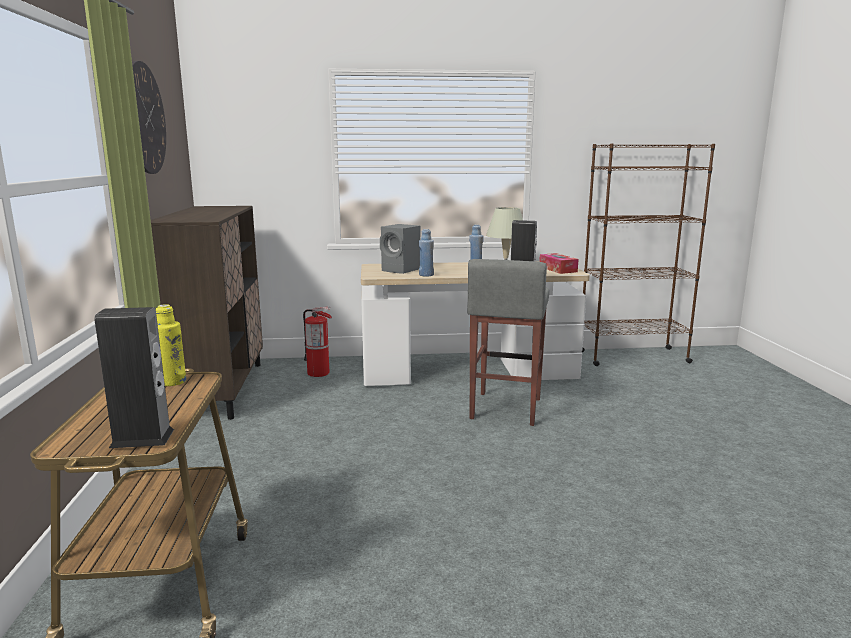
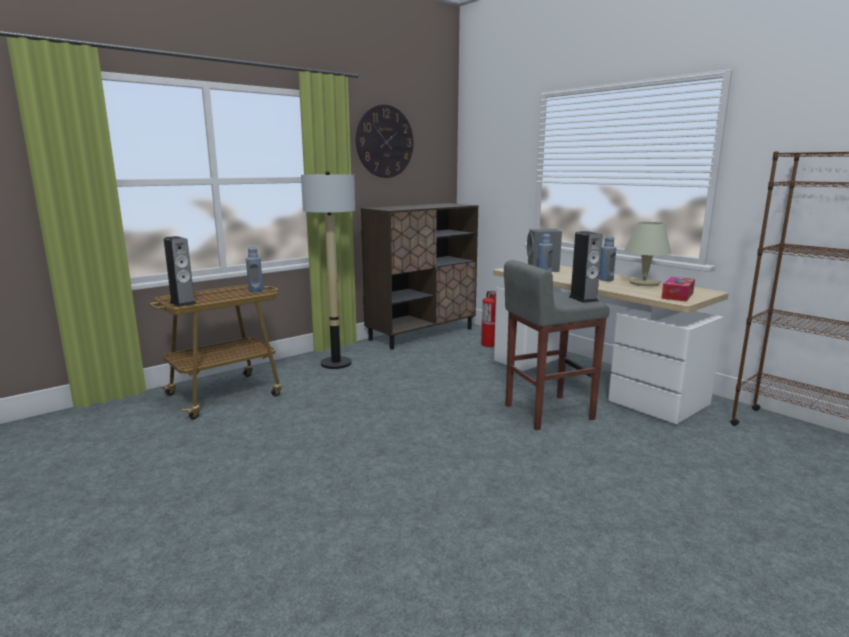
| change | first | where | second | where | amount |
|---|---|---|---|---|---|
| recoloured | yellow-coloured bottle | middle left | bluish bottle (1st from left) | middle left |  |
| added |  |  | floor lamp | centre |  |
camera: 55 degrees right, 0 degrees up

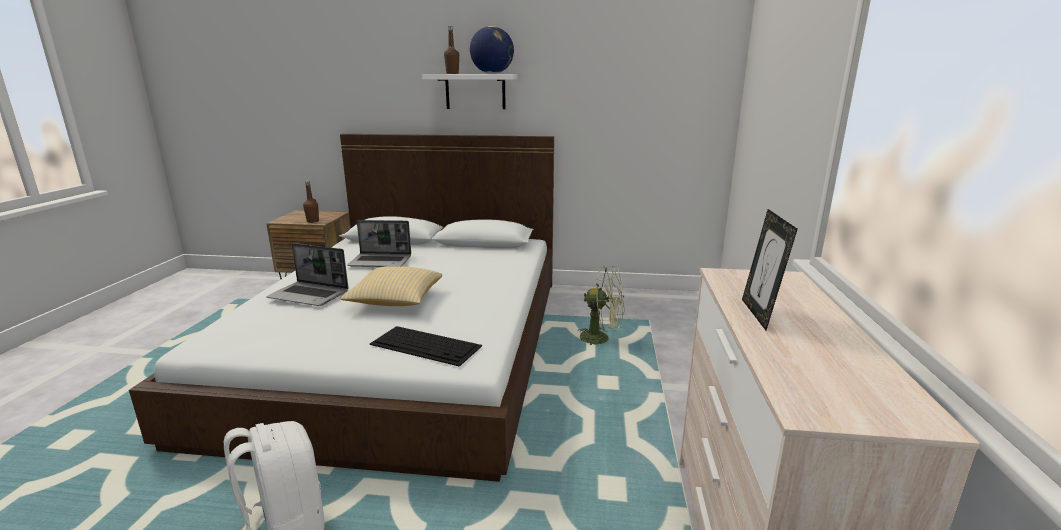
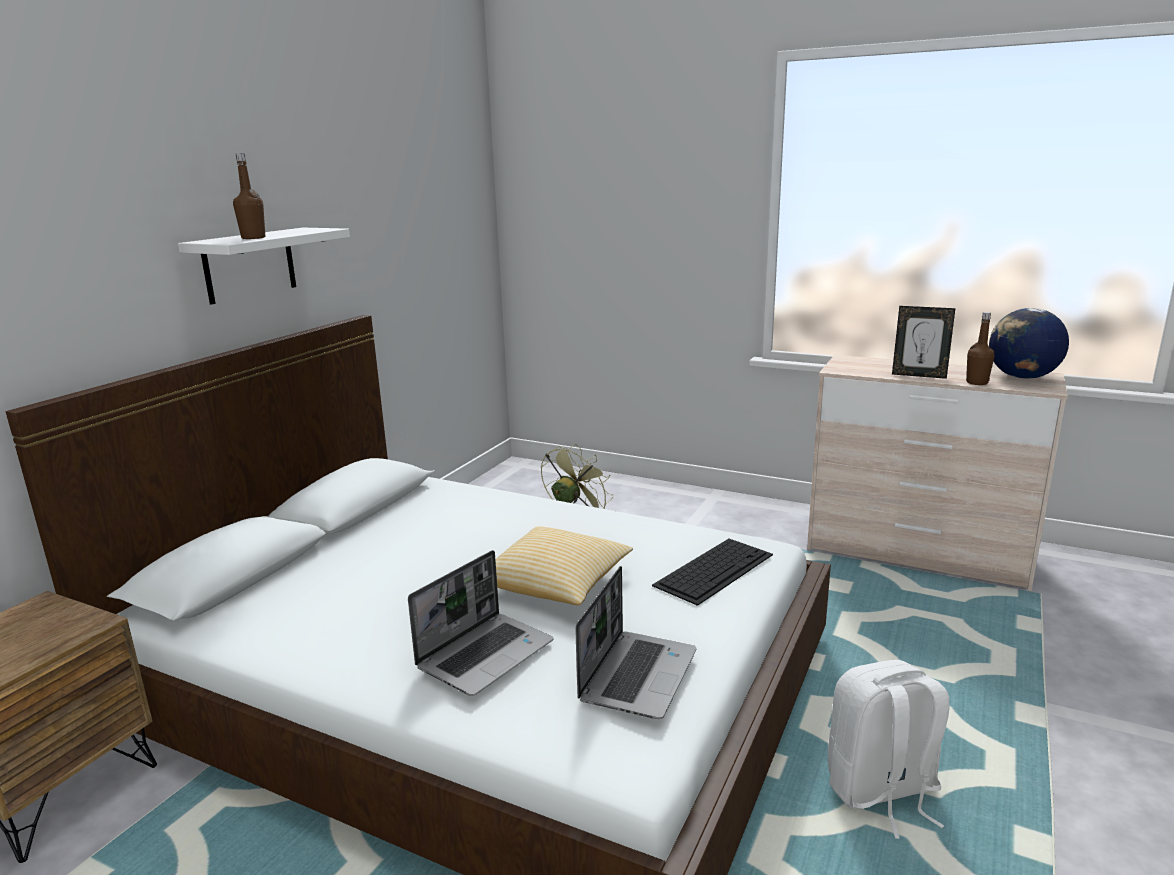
| change | first | where | second | where | amount |
|---|---|---|---|---|---|
| moved | desk globe | top centre |  | middle right |  |
| moved | brown-coloured bottle (1st from left in the first image) | middle left | brown-coloured bottle (2nd from left) | middle right |  |
| moved | portable computer (2nd from left) | centre |  | bottom centre |  |
camera: 70 degrees left, 0 degrees up

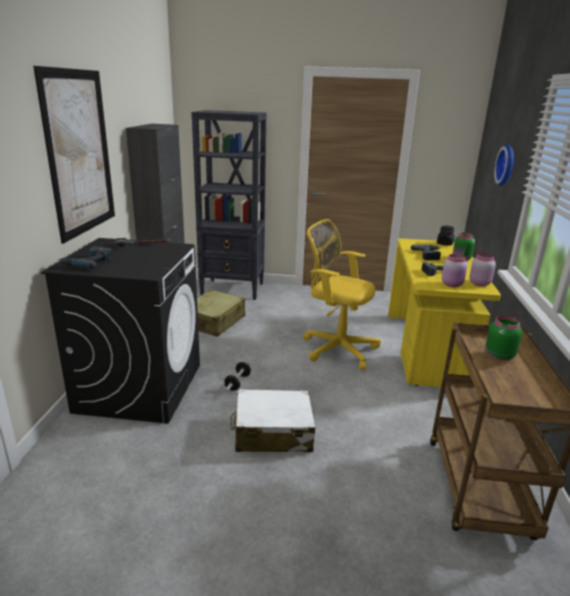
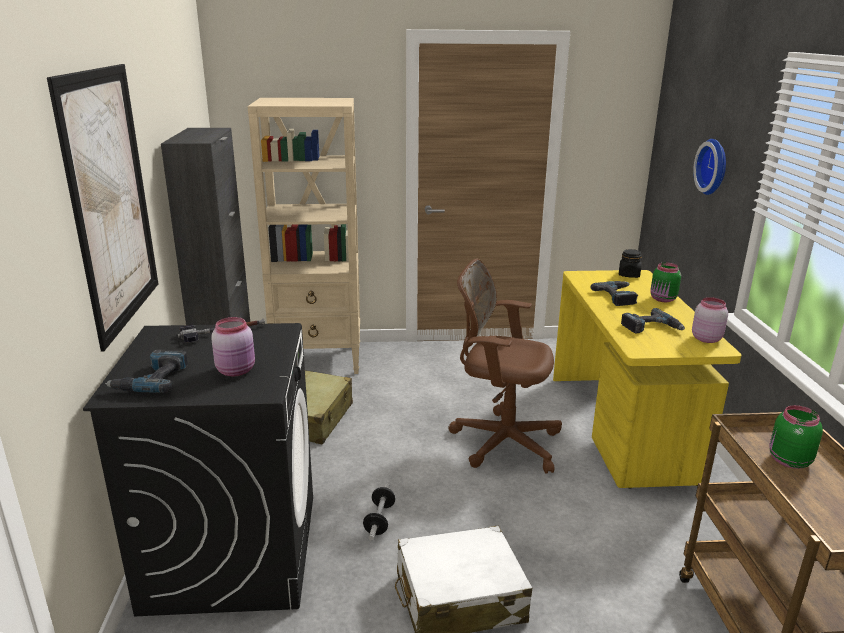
| change | first | where | second | where | amount |
|---|---|---|---|---|---|
| recoloured | black bookcase | centre | beige-coloured bookcase | centre |  |
| recoloured | yellow-coloured desk chair | centre | brown-coloured desk chair | centre |  |
| moved | pinkish storage jar (1st from left) | middle right |  | middle left |  |
camera: 10 degrees left, 0 degrees up

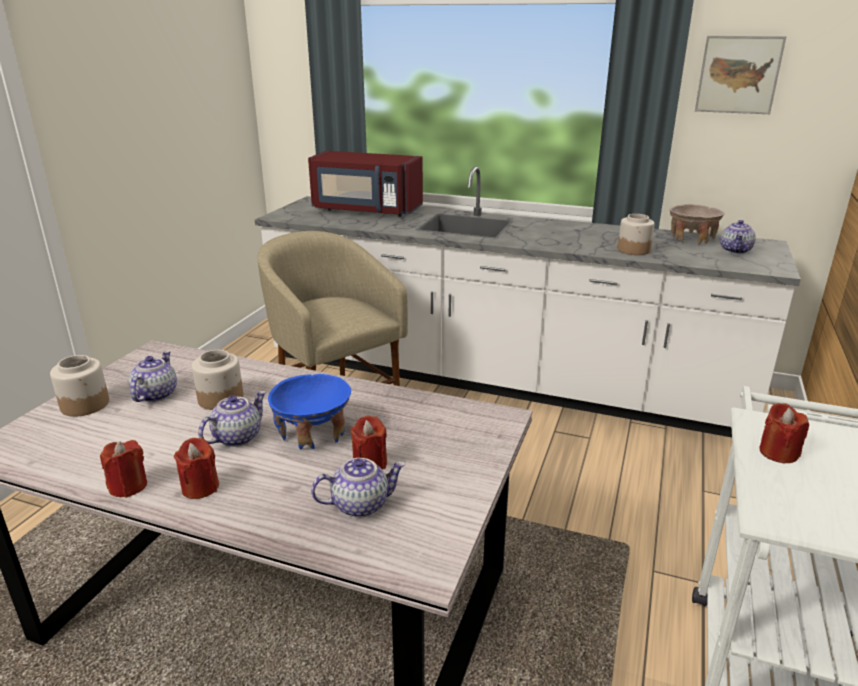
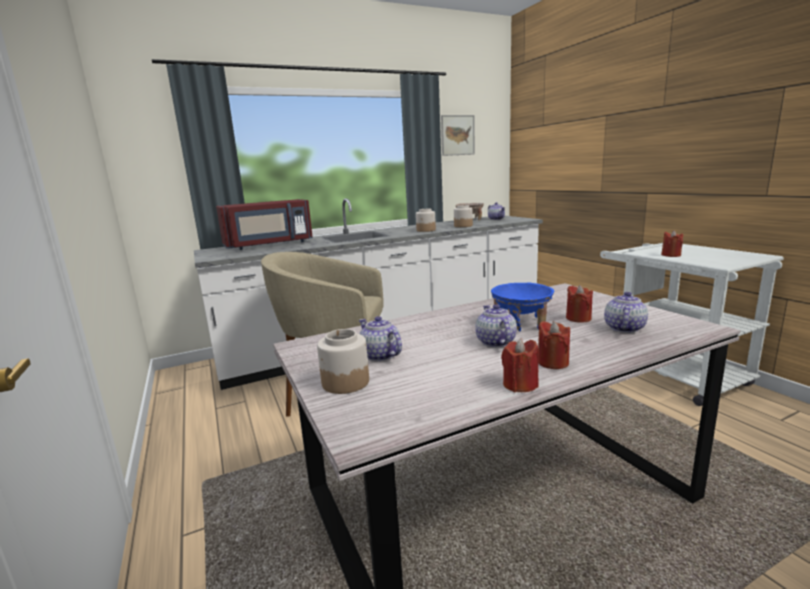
| change | first | where | second | where | amount |
|---|---|---|---|---|---|
| moved | storage jar (2nd from left) | middle left |  | centre |  |
camera: 45 degrees left, 10 degrees down

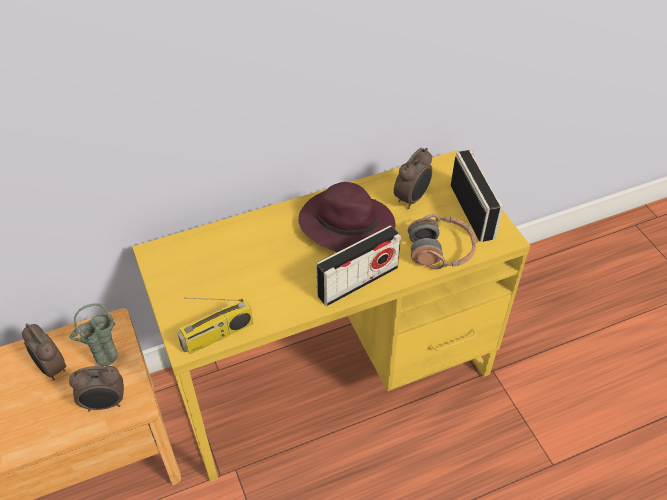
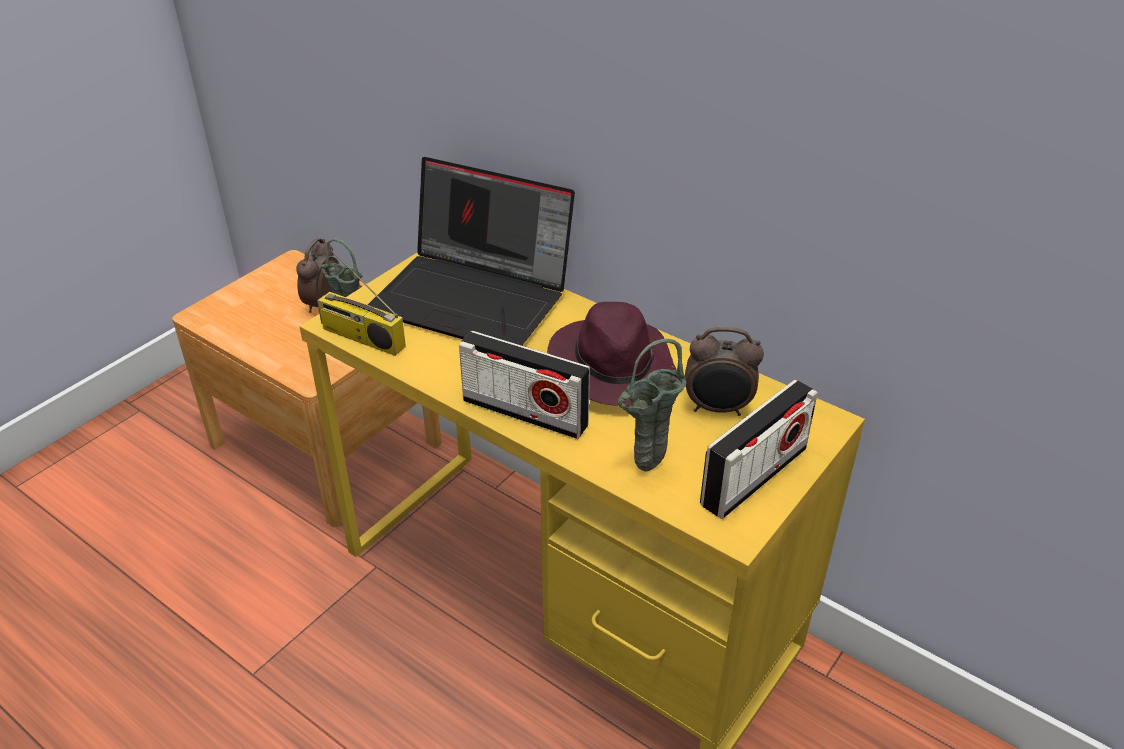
| change | first | where | second | where | amount |
|---|---|---|---|---|---|
| replaced | pair of headphones | centre | green-coloured vase (2nd from left) | centre |  |
| removed | alarm clock (2nd from left) | bottom left |  |  |  |
| added |  |  | portable computer | centre |  |
camera: 60 degrees right, 10 degrees down

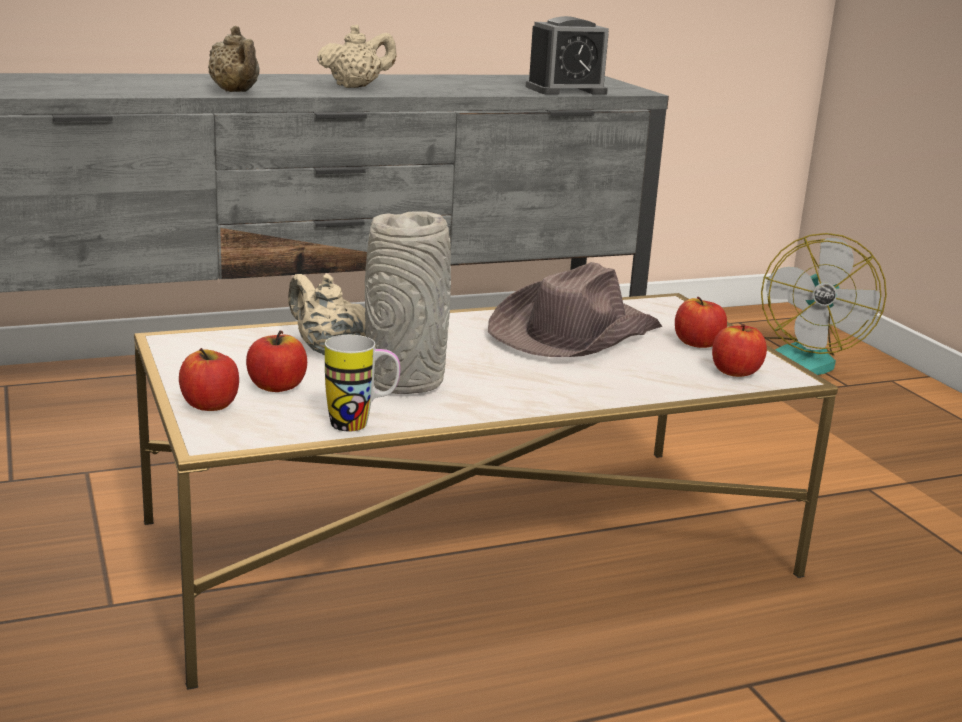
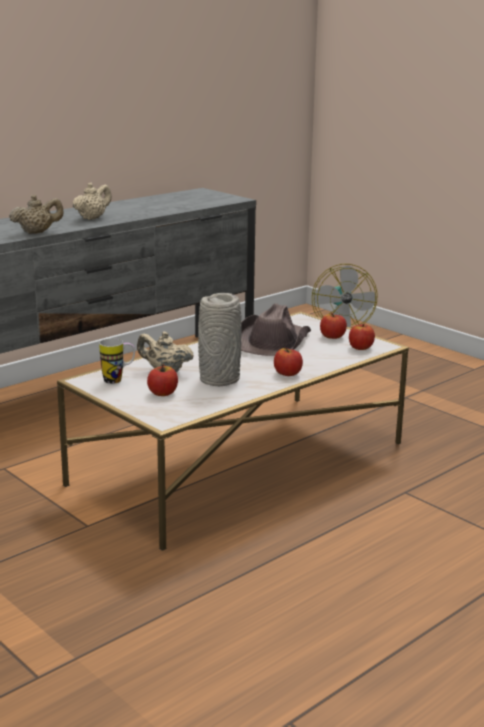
| change | first | where | second | where | amount |
|---|---|---|---|---|---|
| removed | alarm clock | top centre |  |  |  |
| turned | beige-coloured tea pot (1st from left) | top left |  | top left | 60 degrees counterclockwise |
| moved | mug | centre |  | middle left |  |
| moved | apple fruit (1st from left in the first image) | middle left | apple fruit (2nd from left) | centre |  |
camera: 20 degrees left, 0 degrees up

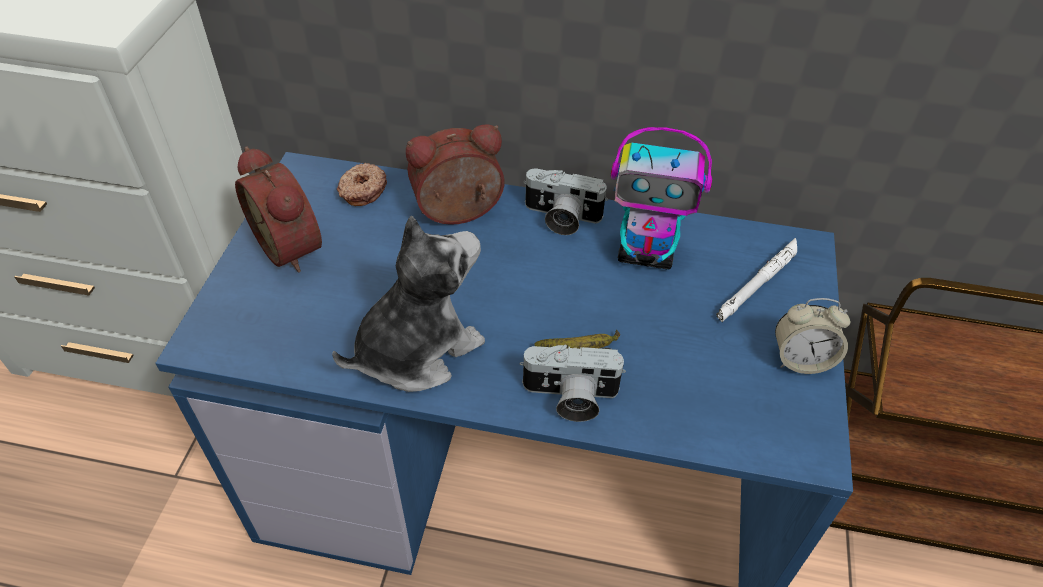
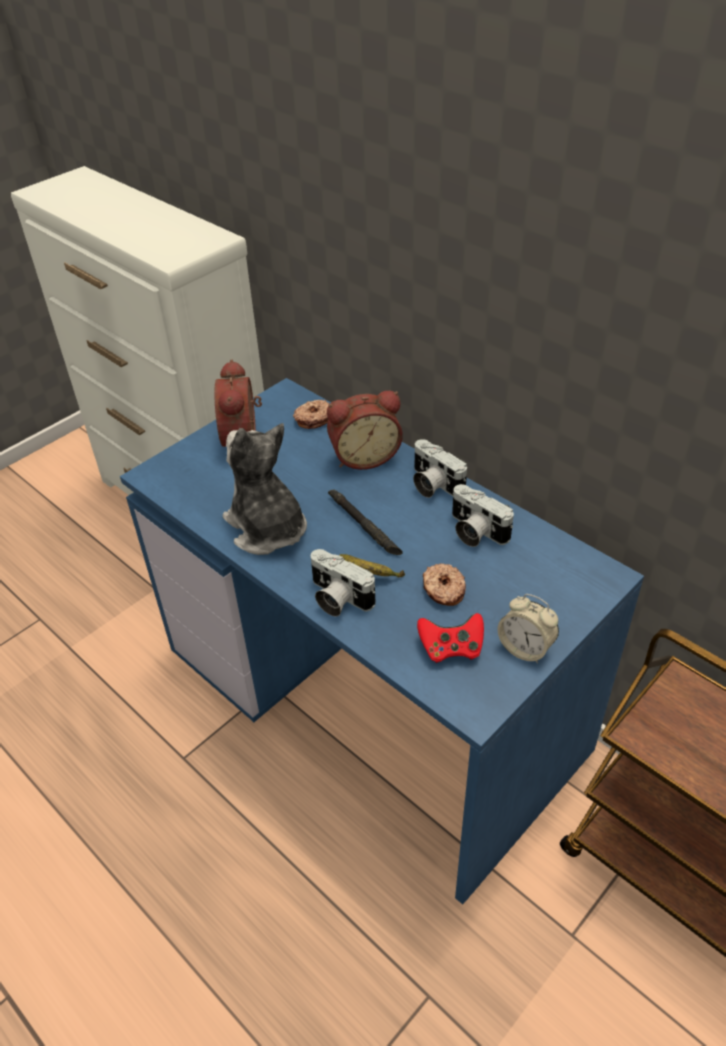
| change | first | where | second | where | amount |
|---|---|---|---|---|---|
| turned | alarm clock (2nd from left) | top centre |  | centre | 150 degrees clockwise |
| replaced | model robot | centre | photo camera (3rd from left) | centre |  |
| turned | plush toy | centre |  | centre | 120 degrees counterclockwise |
| removed | white flashlight | middle right |  |  |  |
| added |  |  | black flashlight | centre |  |
| added |  |  | donut (2nd from left) | centre |  |
| added |  |  | reddish gamepad | centre |  |
camera: 35 degrees right, 5 degrees down

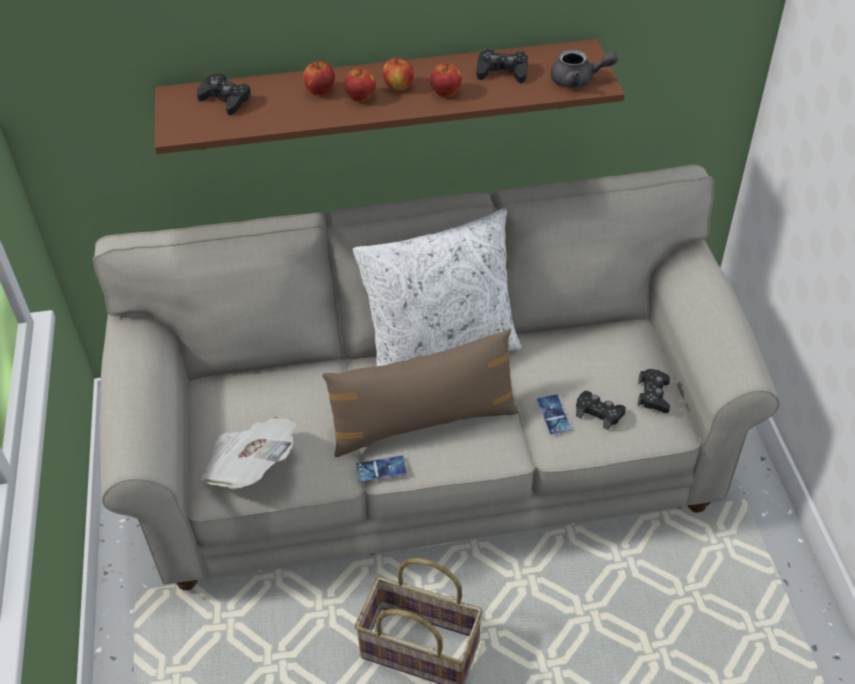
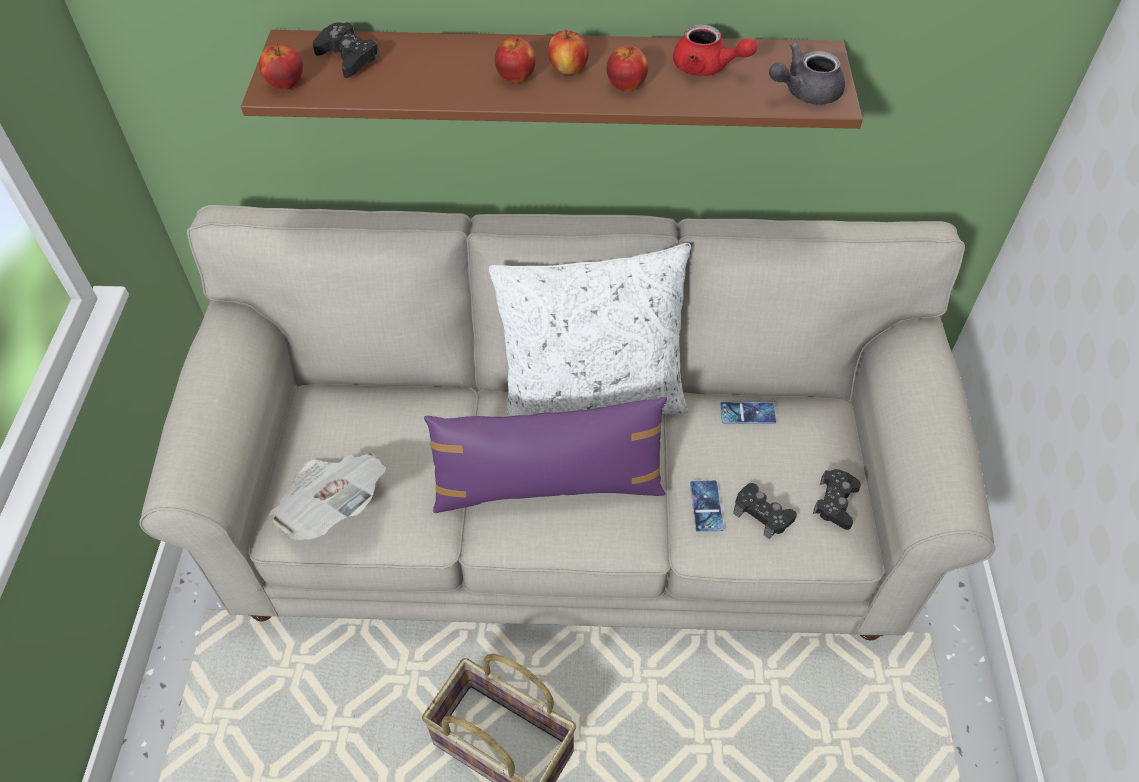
| change | first | where | second | where | amount |
|---|---|---|---|---|---|
| replaced | black gamepad (2nd from left) | top centre | reddish tea pot | top centre |  |
| turned | greyish tea pot | top right |  | top right | 135 degrees clockwise |
| moved | apple fruit (1st from left) | top centre |  | top left |  |
| recoloured | brown-coloured pillow | centre | purple pillow | centre |  |
| moved | telephone (1st from left in the first image) | bottom centre | telephone (2nd from left) | centre |  |
camera: 10 degrees right, 5 degrees up

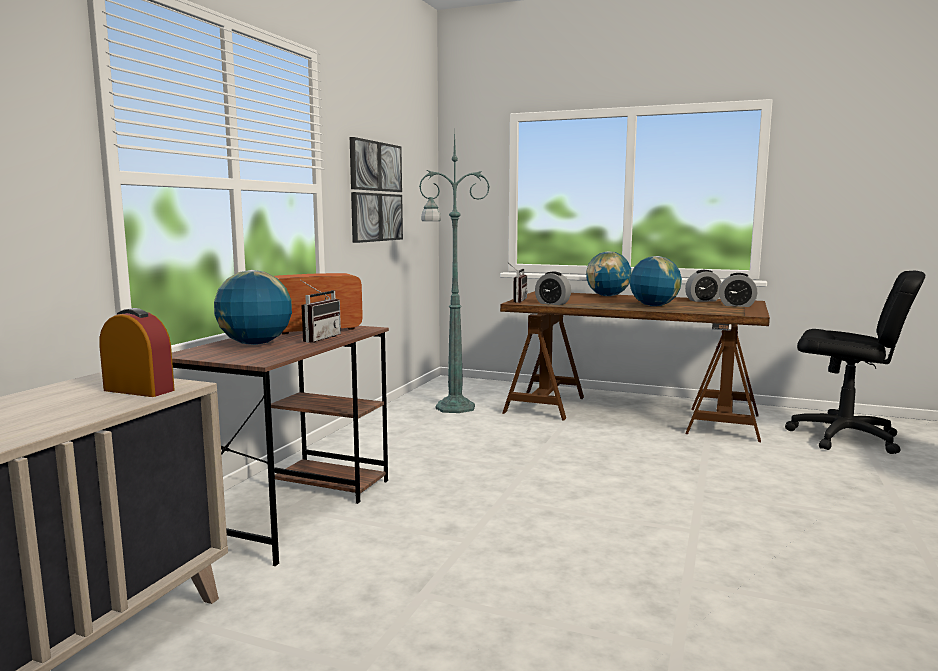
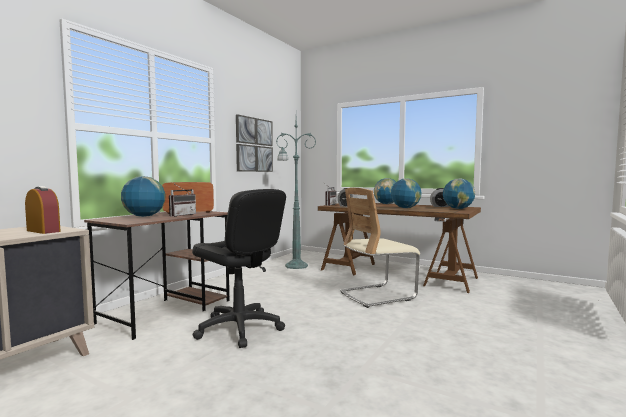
| change | first | where | second | where | amount |
|---|---|---|---|---|---|
| moved | black desk chair | middle right |  | centre |  |
| replaced | alarm clock (4th from left) | middle right | desk globe (4th from left) | middle right |  |
| added |  |  | beige-coloured upright chair | centre |  |
camera: 10 degrees right, 5 degrees down

